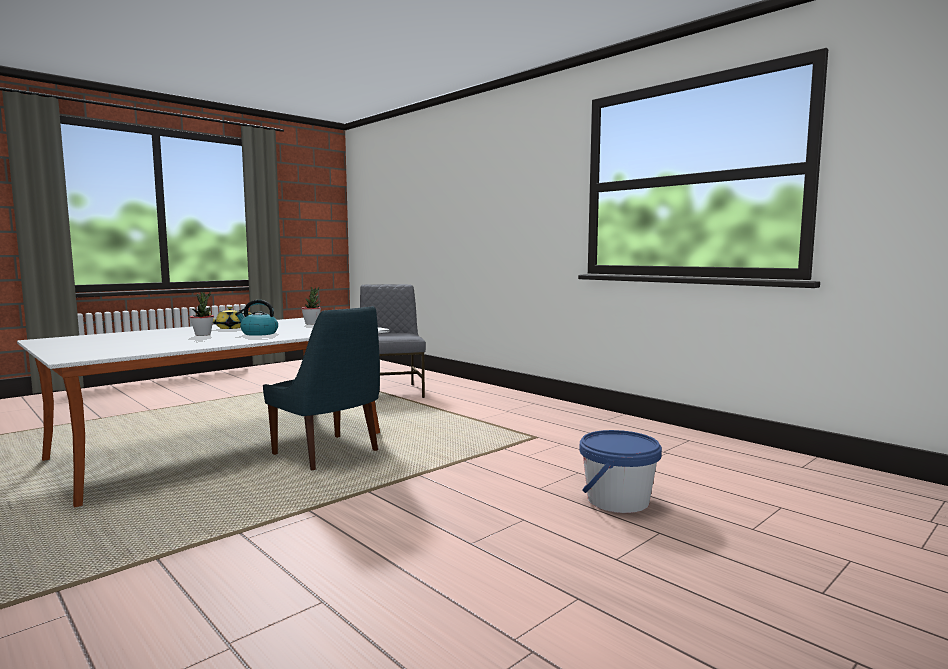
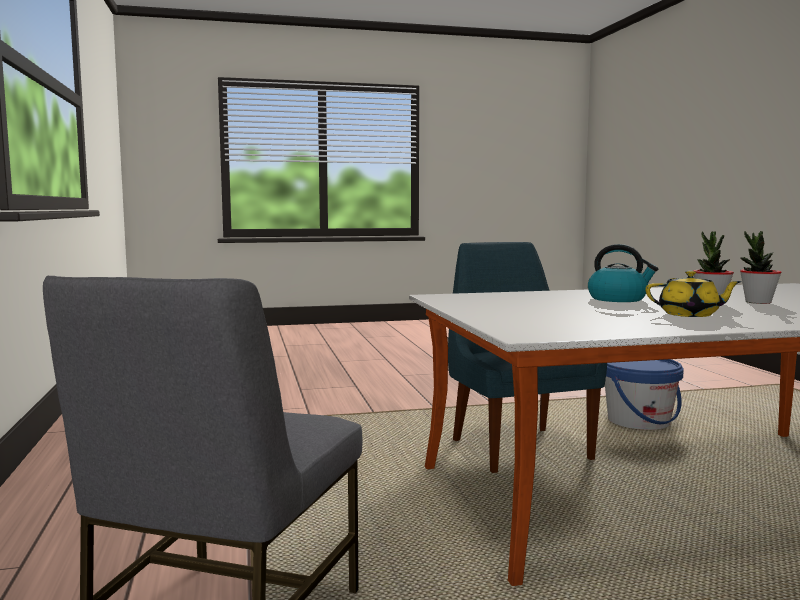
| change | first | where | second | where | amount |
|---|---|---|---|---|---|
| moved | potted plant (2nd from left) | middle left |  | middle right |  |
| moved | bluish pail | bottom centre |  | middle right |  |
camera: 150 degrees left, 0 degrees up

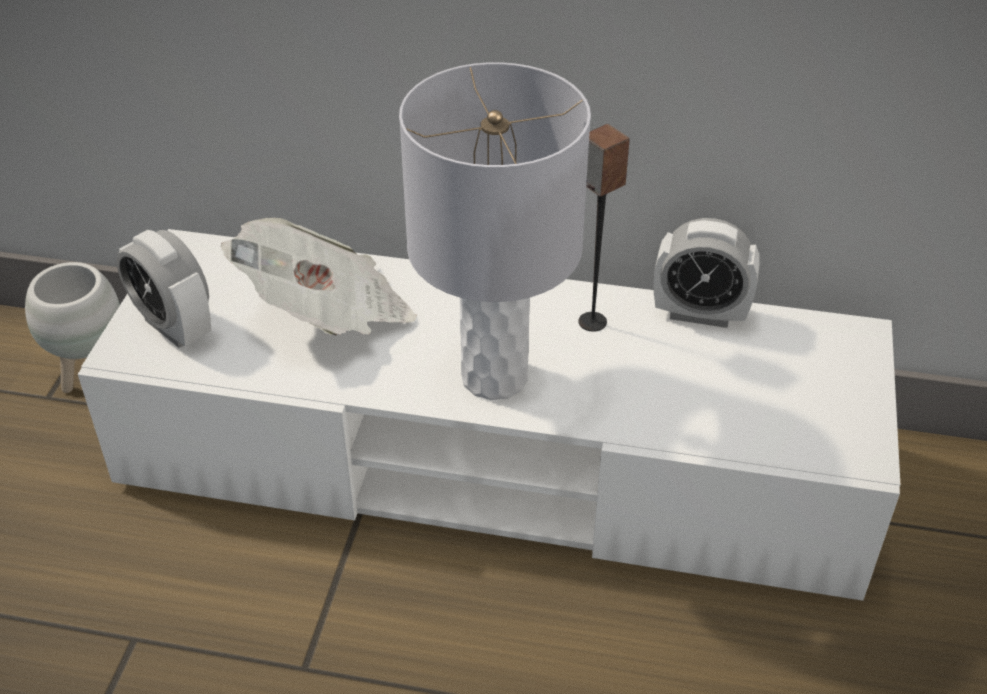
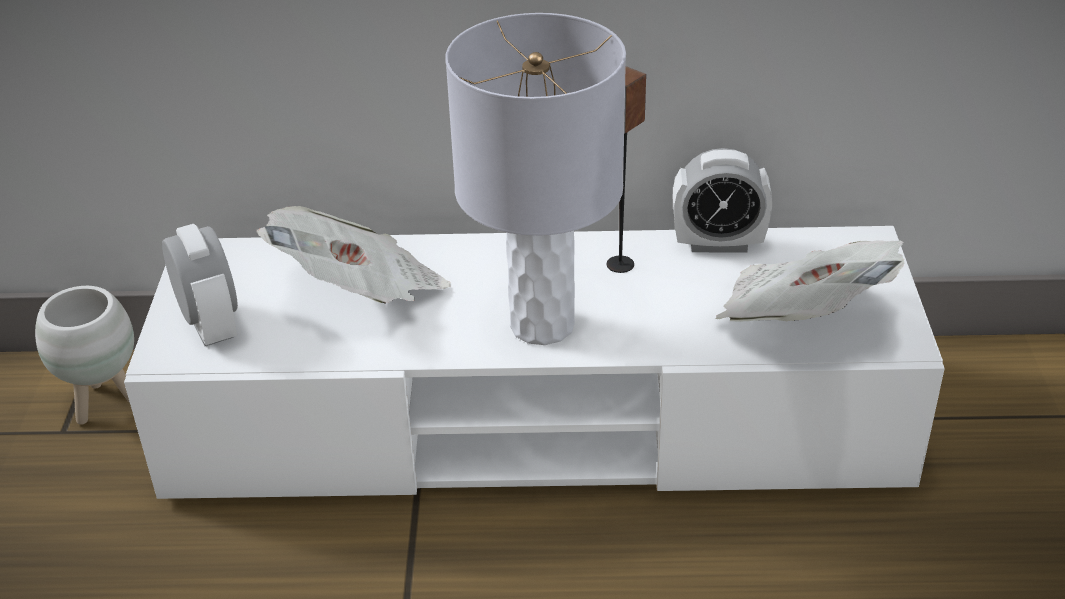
| change | first | where | second | where | amount |
|---|---|---|---|---|---|
| turned | alarm clock (1st from left) | middle left |  | middle left | 150 degrees counterclockwise |
| added |  |  | daily paper (2nd from left) | middle right |  |
camera: 10 degrees left, 5 degrees down

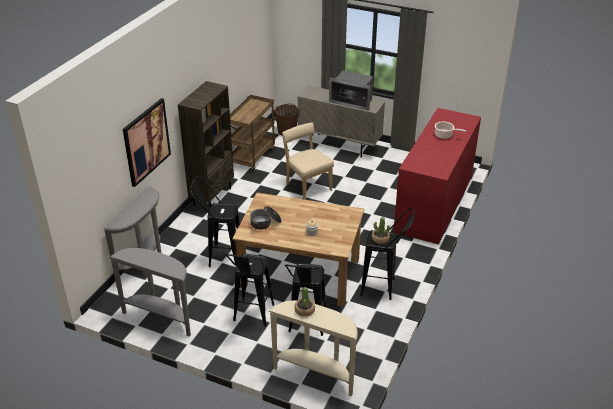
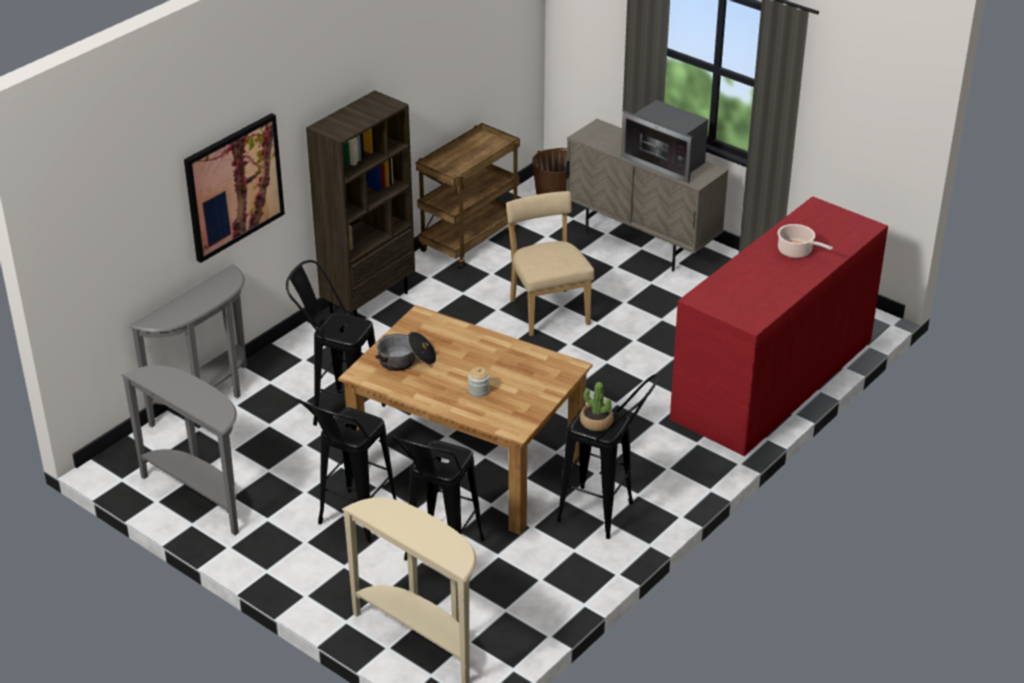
| change | first | where | second | where | amount |
|---|---|---|---|---|---|
| removed | potted plant (1st from left) | bottom centre |  |  |  |
camera: 15 degrees right, 0 degrees up

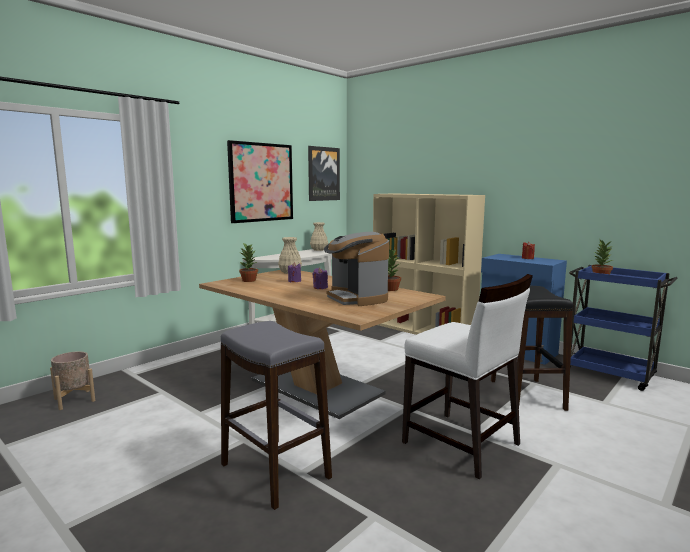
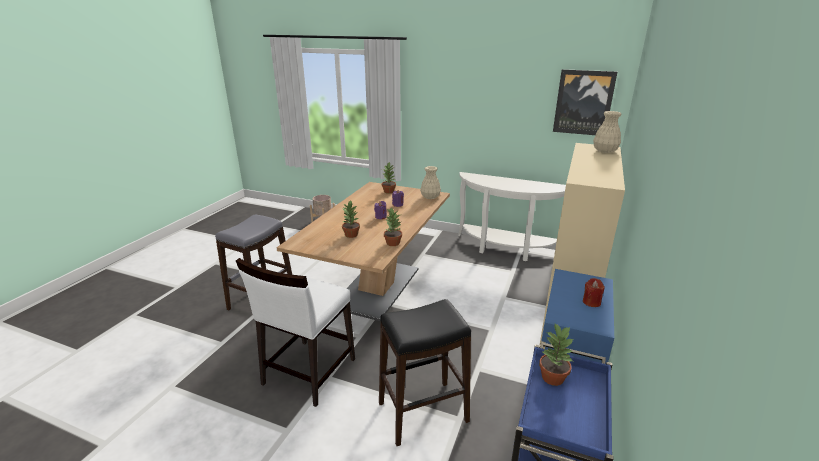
| change | first | where | second | where | amount |
|---|---|---|---|---|---|
| removed | wall picture (1st from left) | top centre |  |  |  |
| moved | beige-coloured vase (2nd from left) | centre |  | top right |  |
| replaced | coffee machine | centre | potted plant (1st from left) | centre |  |
camera: 70 degrees right, 15 degrees up

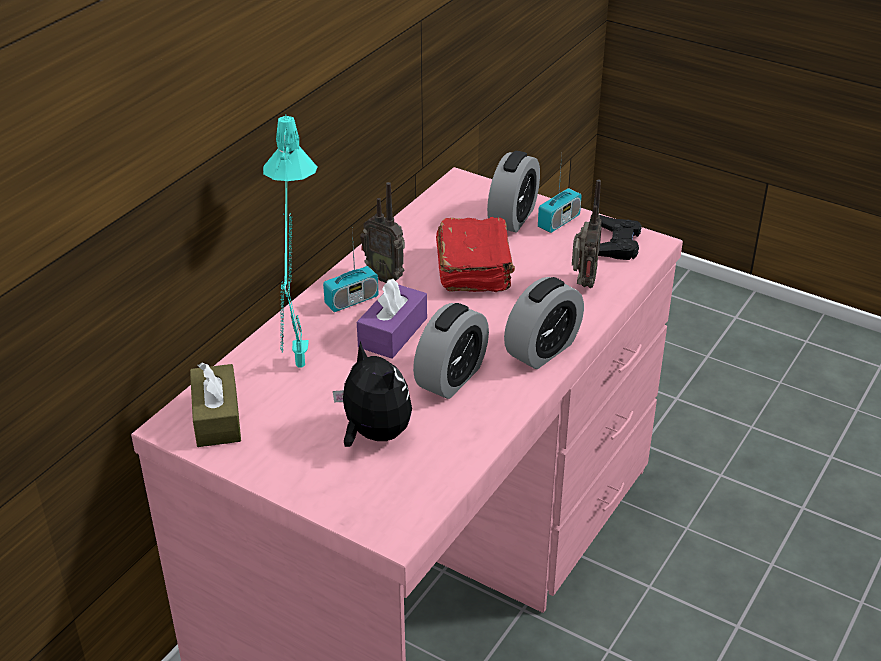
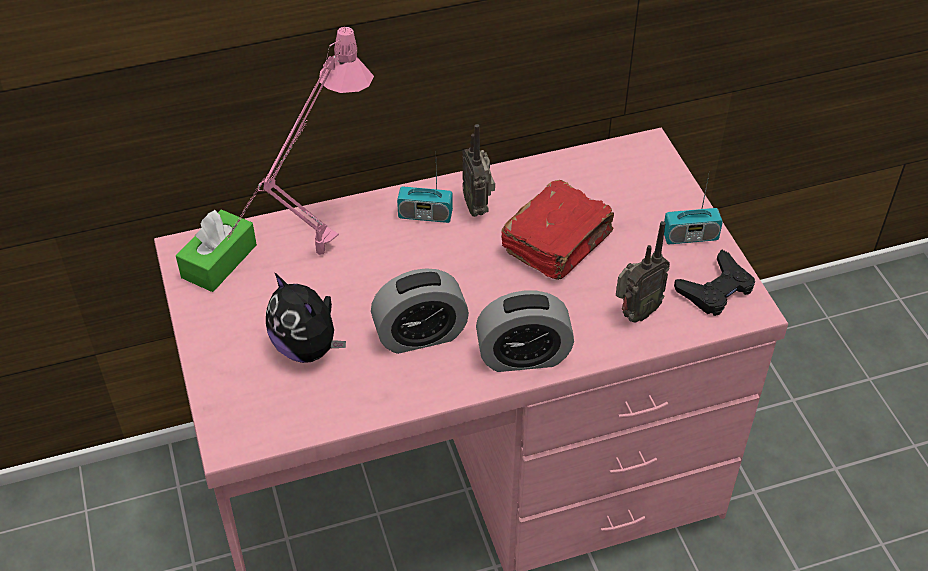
| change | first | where | second | where | amount |
|---|---|---|---|---|---|
| recoloured | turquoise-coloured tabletop lamp | middle left | pinkish tabletop lamp | top left |  |
| removed | alarm clock (2nd from left) | top centre |  |  |  |
| removed | purple tissue holder | centre |  |  |  |
| turned | plush toy | centre |  | middle left | 135 degrees clockwise |
| recoloured | brown-coloured tissue holder | middle left | green-coloured tissue holder | middle left |  |
camera: 40 degrees right, 10 degrees up

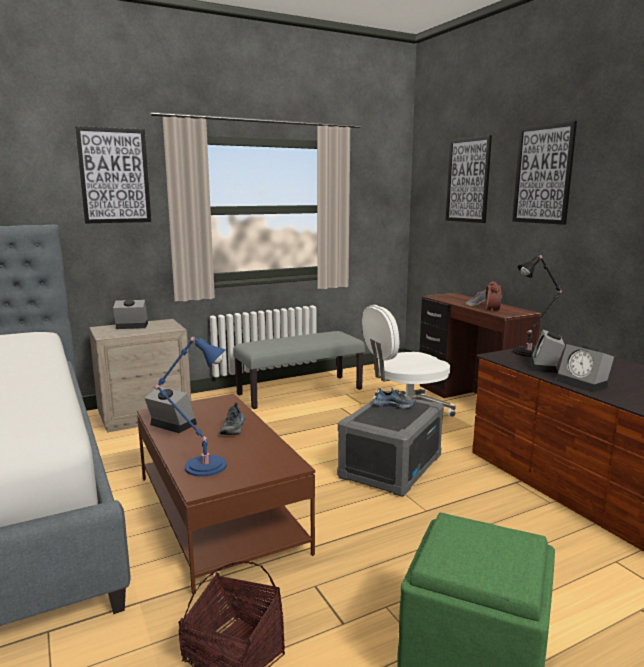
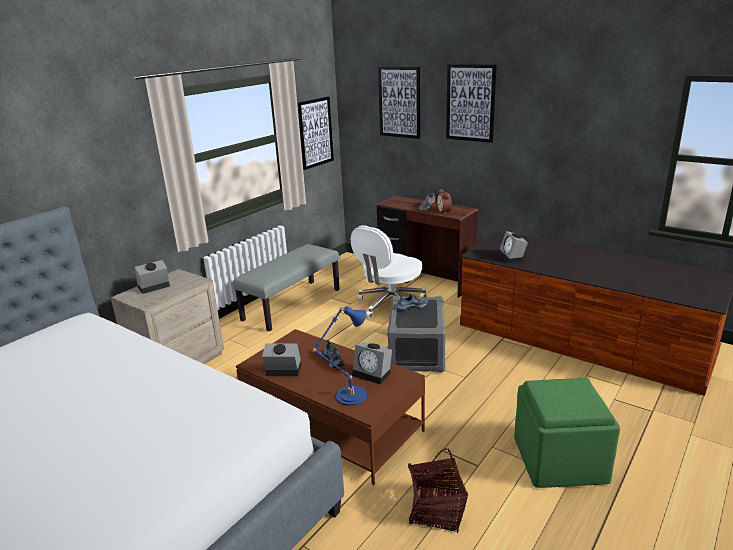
| change | first | where | second | where | amount |
|---|---|---|---|---|---|
| moved | wall picture (1st from left) | top left |  | top centre |  |
| removed | black tabletop lamp | middle right |  |  |  |
| moved | alarm clock (5th from left in the first image) | middle right | alarm clock (3rd from left) | centre |  |
camera: 25 degrees left, 10 degrees up

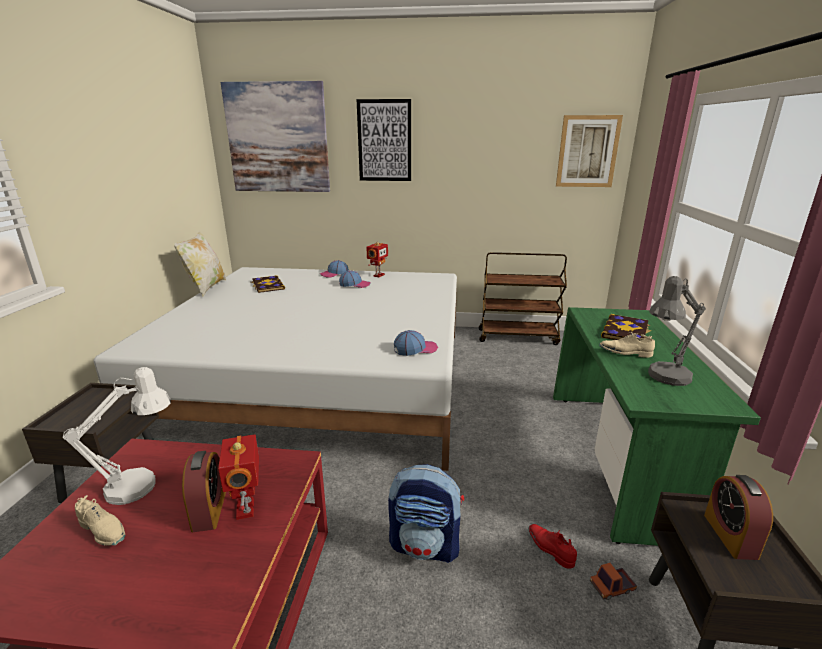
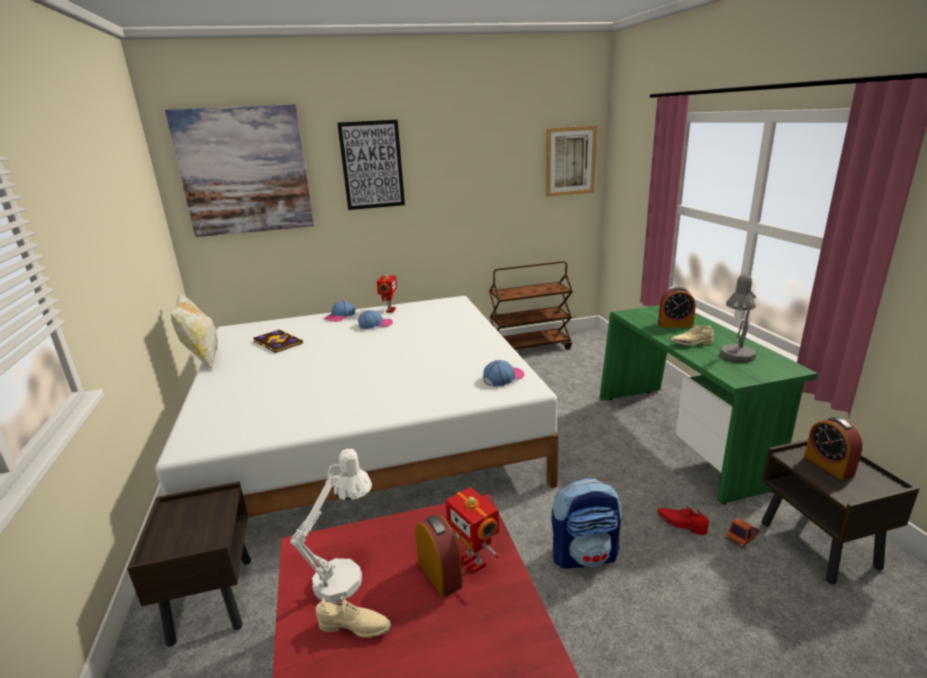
| change | first | where | second | where | amount |
|---|---|---|---|---|---|
| replaced | bound book (2nd from left) | middle right | alarm clock (2nd from left) | middle right |  |
camera: 20 degrees left, 0 degrees up

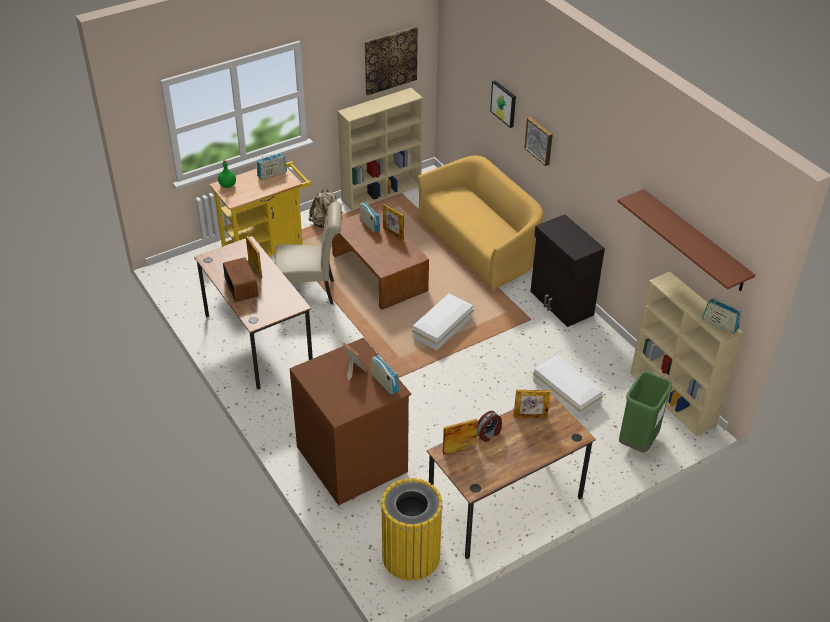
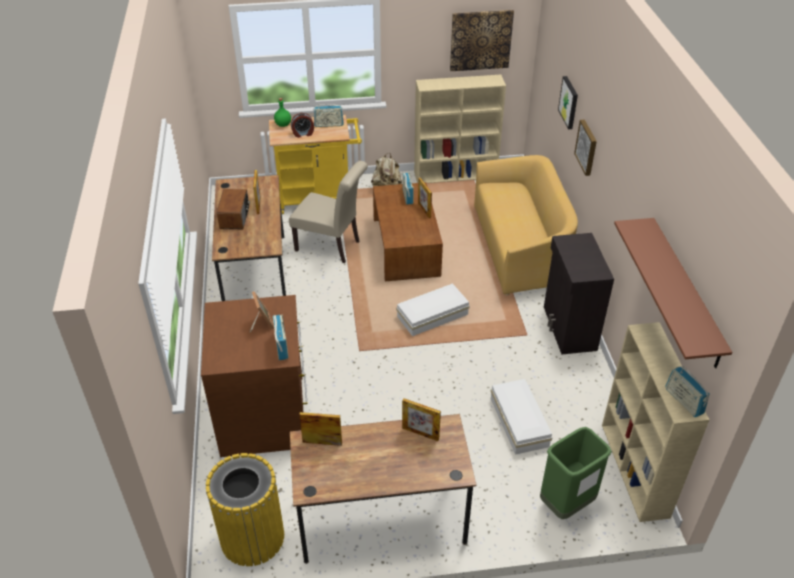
| change | first | where | second | where | amount |
|---|---|---|---|---|---|
| moved | alarm clock | bottom centre |  | top centre |  |
camera: 25 degrees right, 0 degrees up

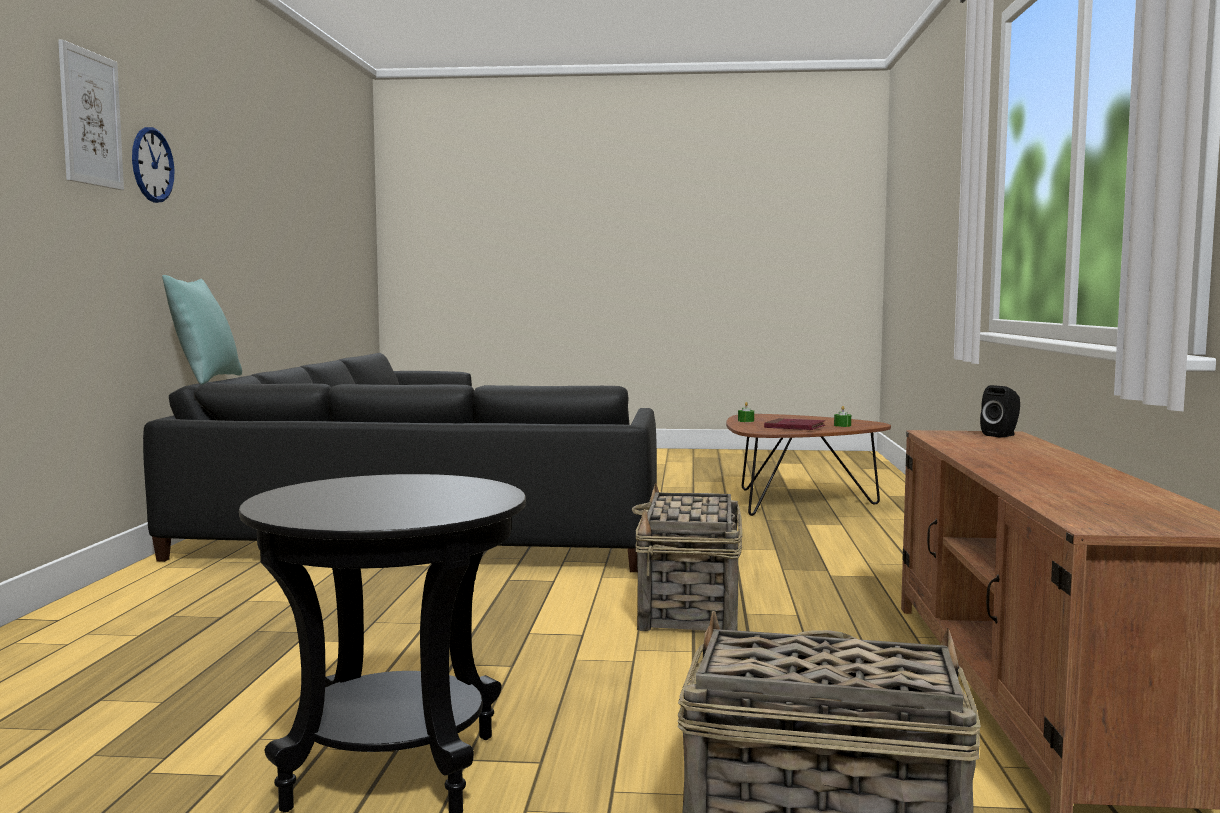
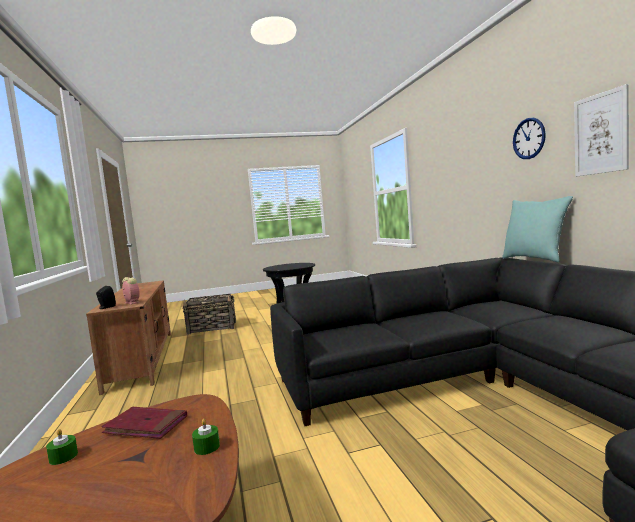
| change | first | where | second | where | amount |
|---|---|---|---|---|---|
| moved | wall picture | top left |  | top right |  |
| removed | storage basket (1st from left) | bottom centre |  |  |  |
| added |  |  | alarm clock | middle left |  |
camera: 160 degrees right, 0 degrees up

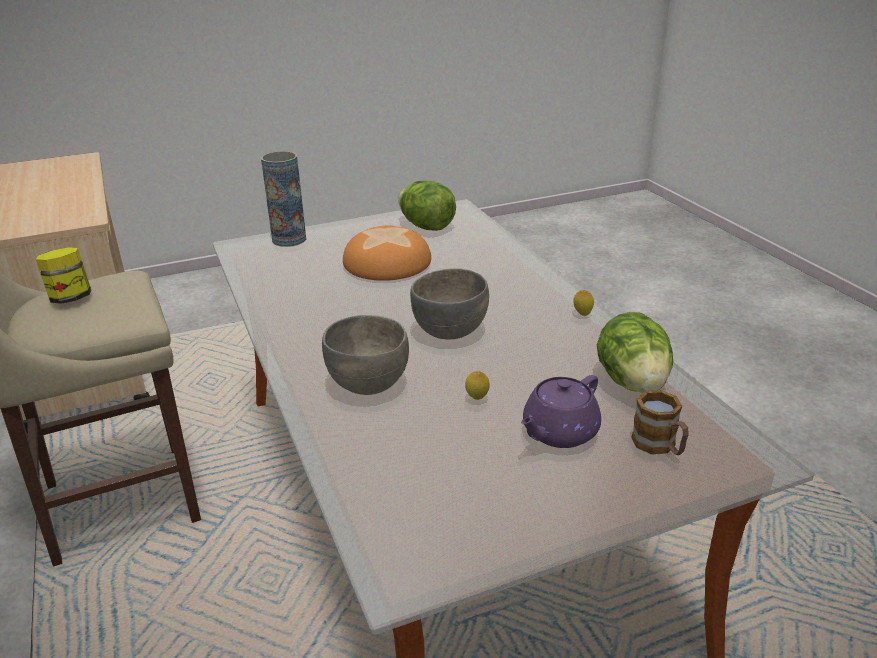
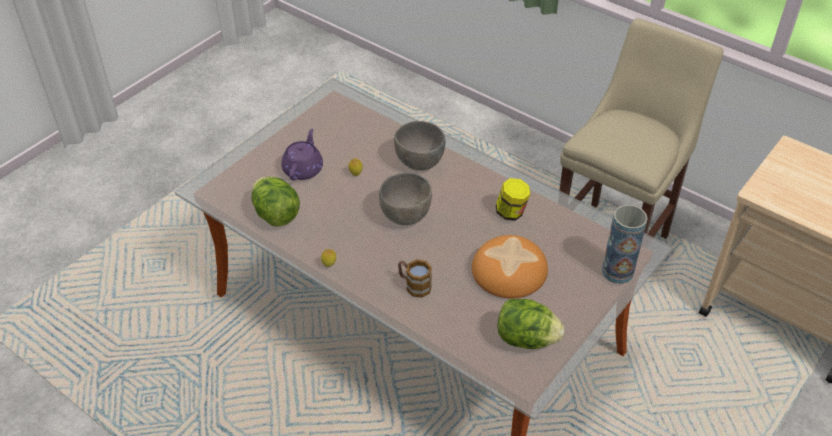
| change | first | where | second | where | amount |
|---|---|---|---|---|---|
| moved | storage jar | middle left |  | centre |  |
| moved | mug | middle right |  | centre |  |
camera: 150 degrees right, 15 degrees up

